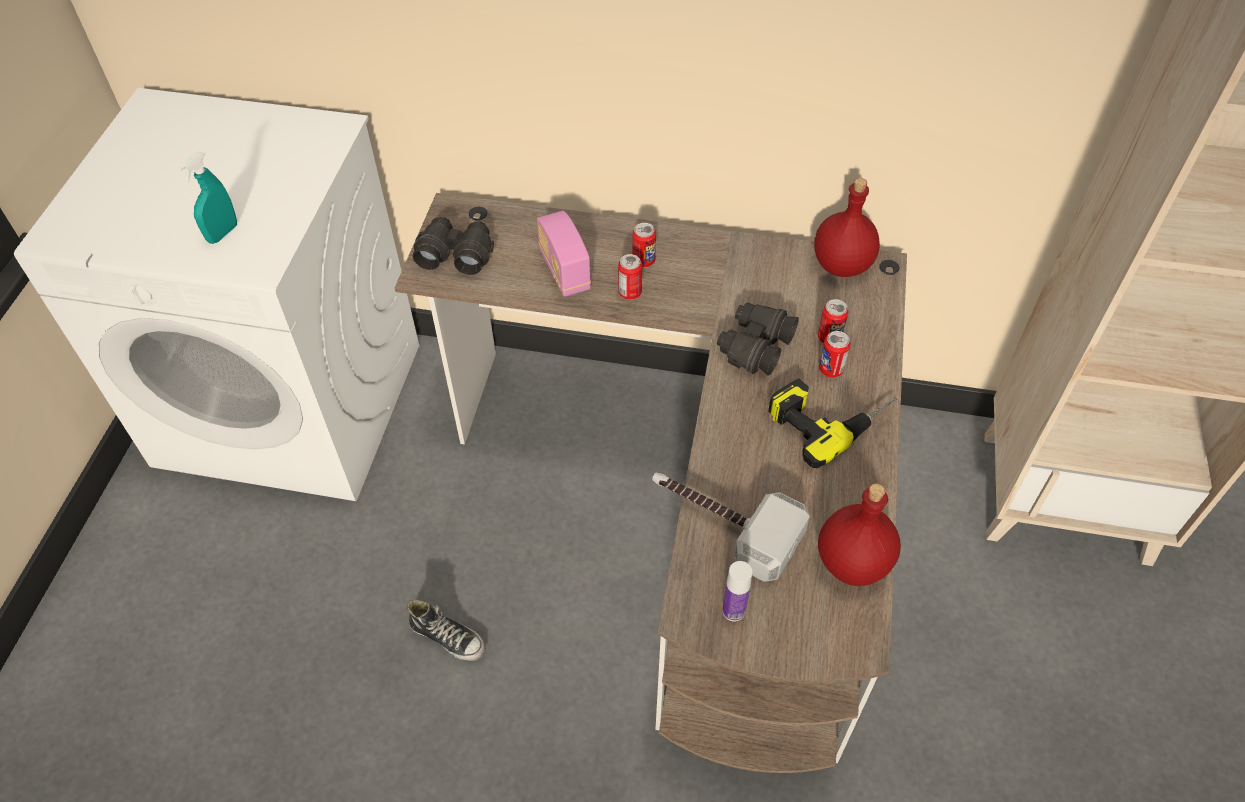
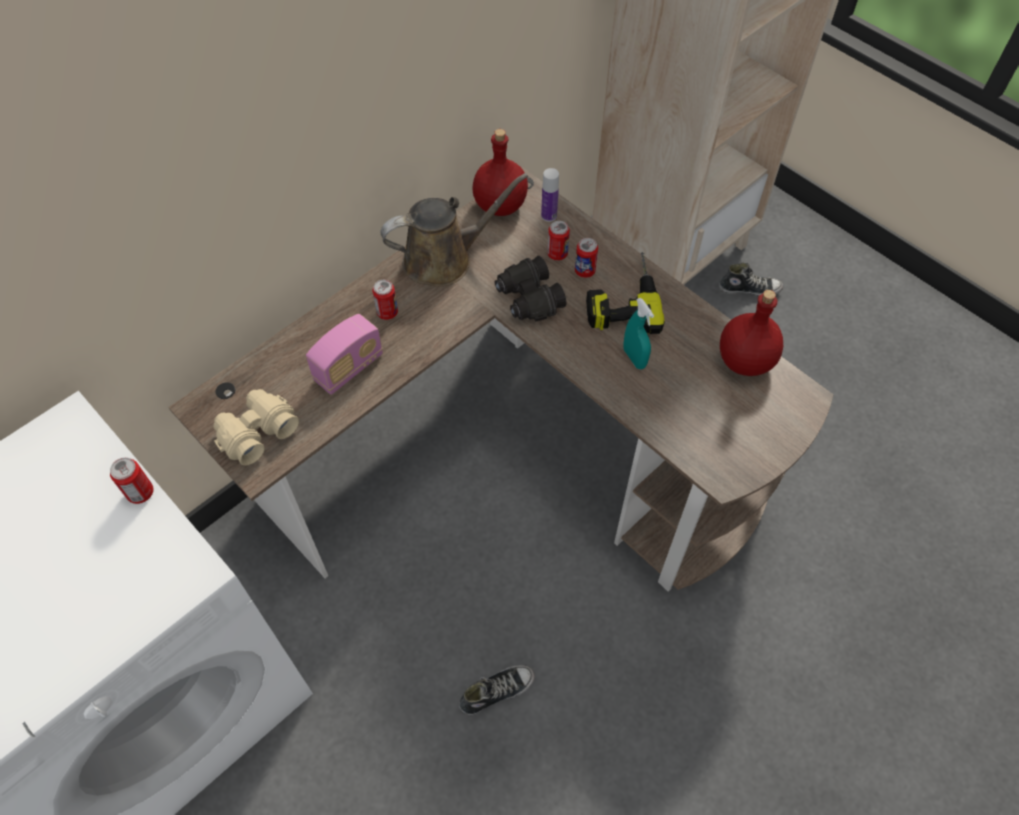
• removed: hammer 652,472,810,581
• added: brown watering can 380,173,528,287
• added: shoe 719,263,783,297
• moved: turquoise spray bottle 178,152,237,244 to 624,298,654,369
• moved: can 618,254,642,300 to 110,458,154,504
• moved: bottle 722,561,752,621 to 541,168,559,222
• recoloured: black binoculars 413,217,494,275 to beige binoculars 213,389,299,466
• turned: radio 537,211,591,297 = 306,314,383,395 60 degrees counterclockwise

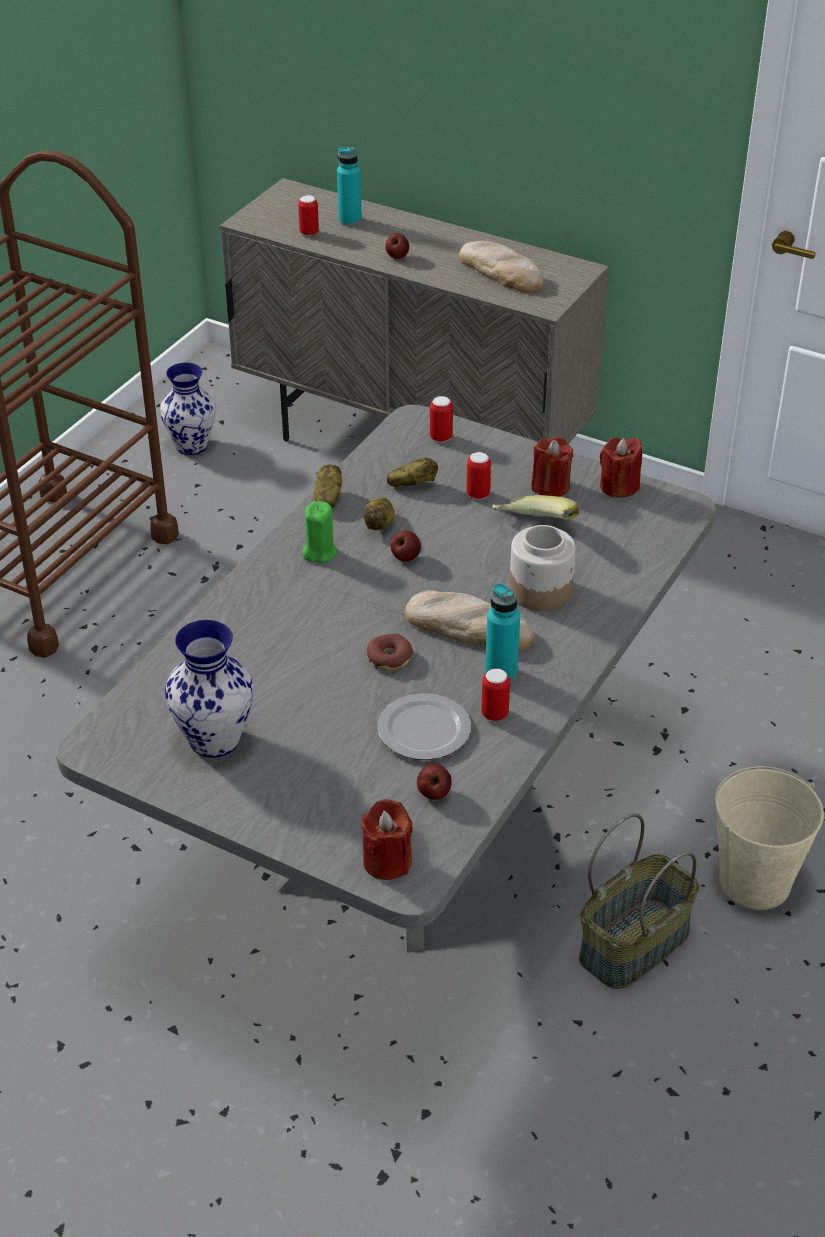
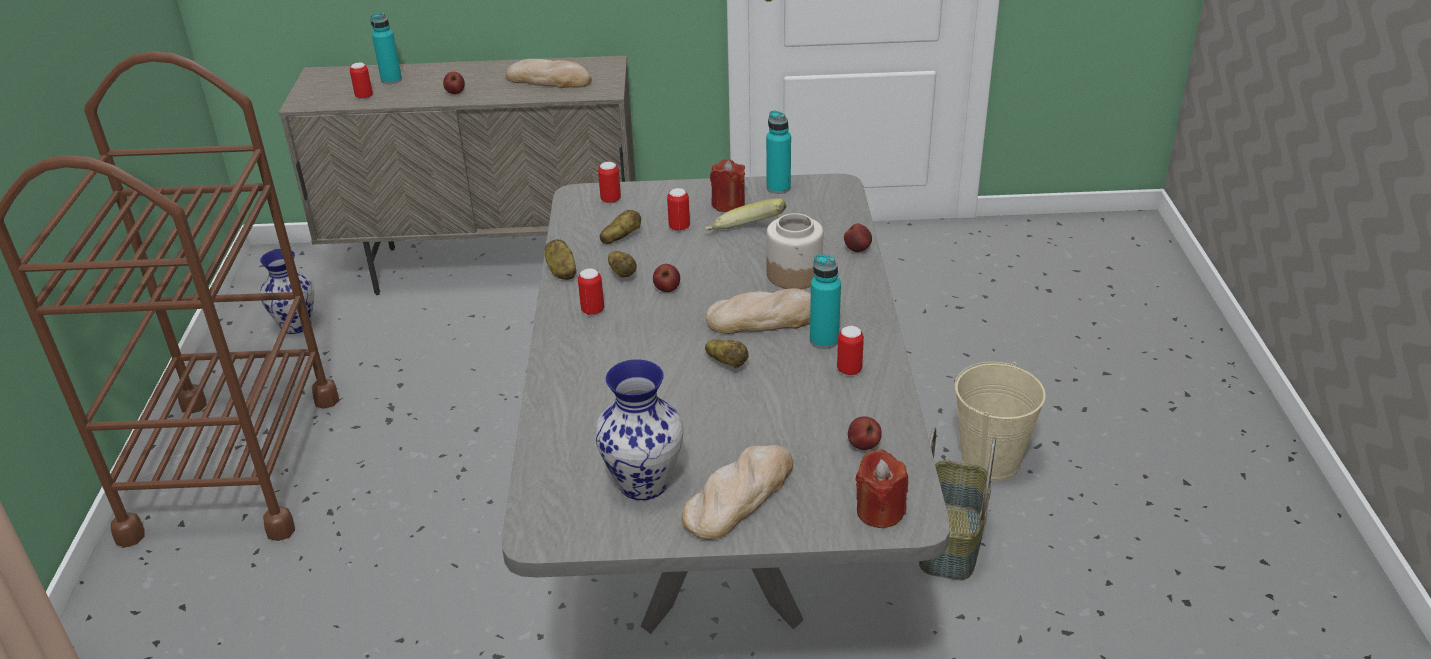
• removed: plate 377,693,471,760
• added: bread 682,445,793,540
• added: apple 844,223,872,252
• replaced: green candle 302,501,337,563 to can 578,269,604,315
• replaced: donut 367,634,413,670 to potato 705,340,749,368
• replaced: red candle 600,437,642,498 to turquoise bottle 766,110,791,194

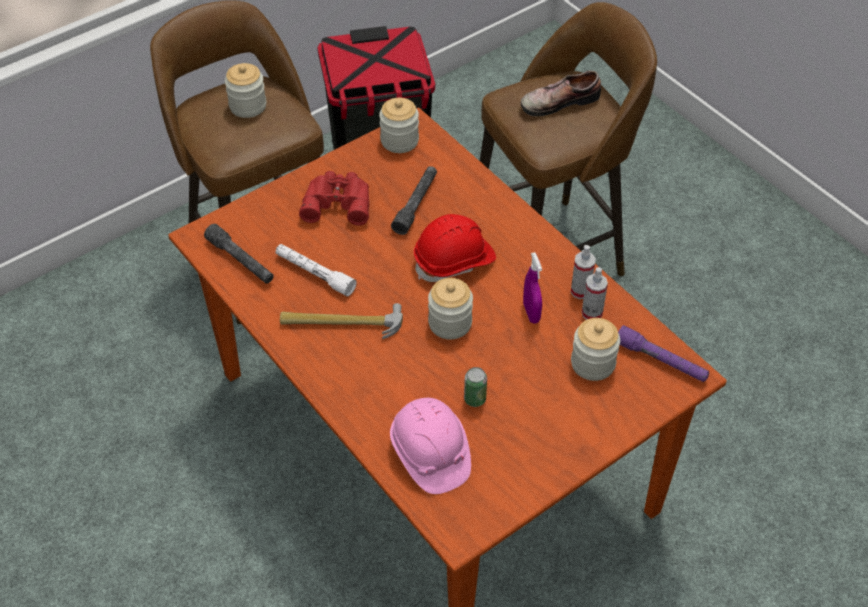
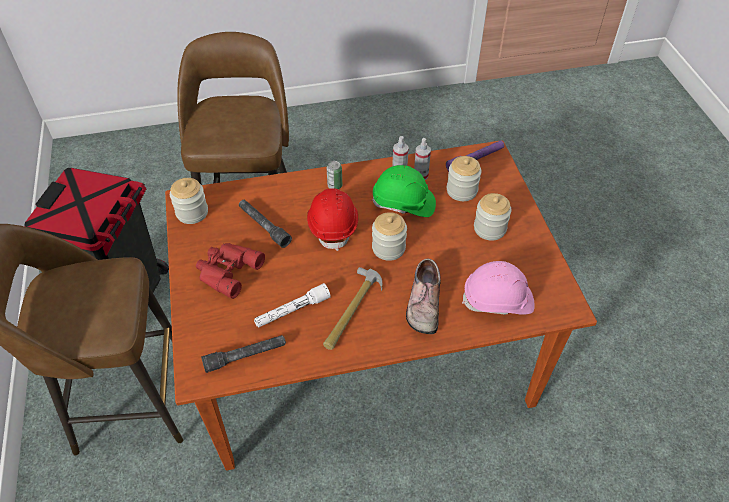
• moved: jar 225,63,266,118 to 474,193,511,240
• moved: can 464,367,487,407 to 327,161,342,189
• moved: shoe 521,71,601,116 to 406,259,441,334
• replaced: purple spray bottle 523,252,542,324 to green hard hat 372,165,436,217

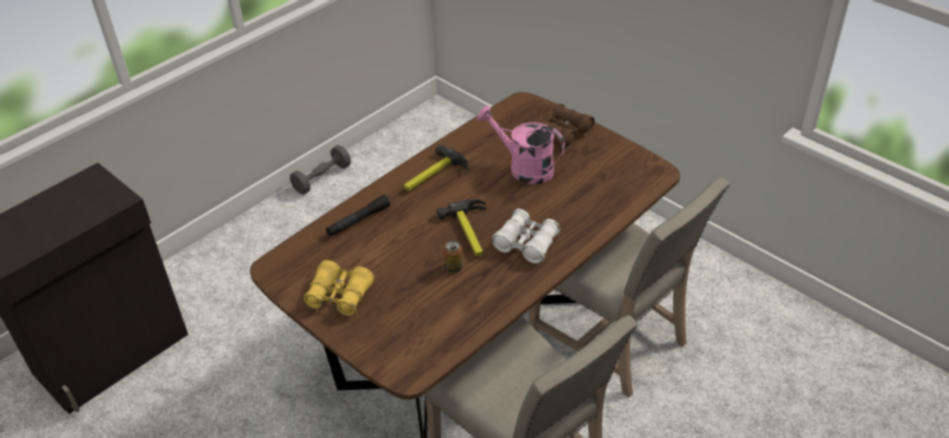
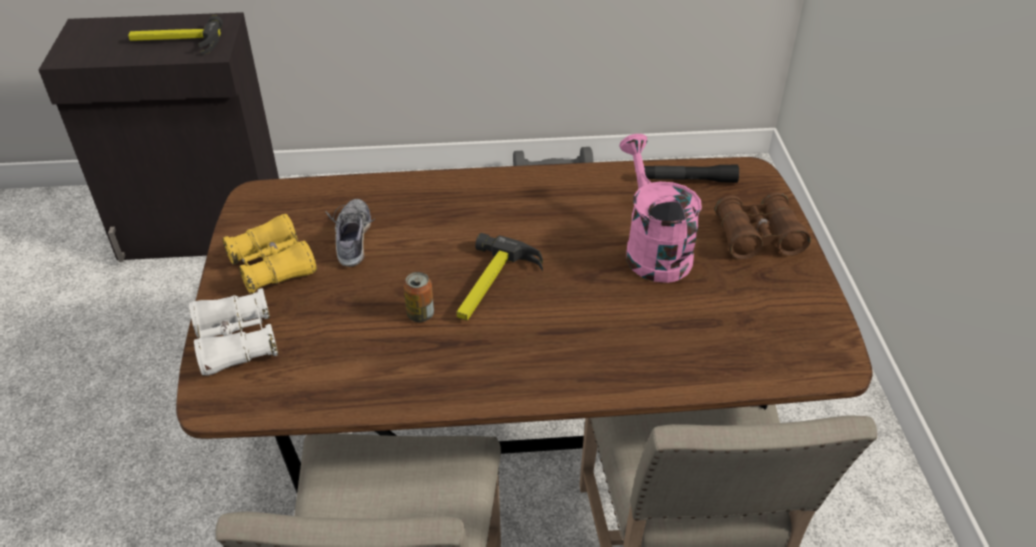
• added: shoe 325,199,375,267
• moved: black flashlight 326,195,390,237 to 644,165,739,183
• moved: hammer 404,144,469,191 to 128,15,223,55
• moved: white binoculars 492,209,561,263 to 189,288,278,376

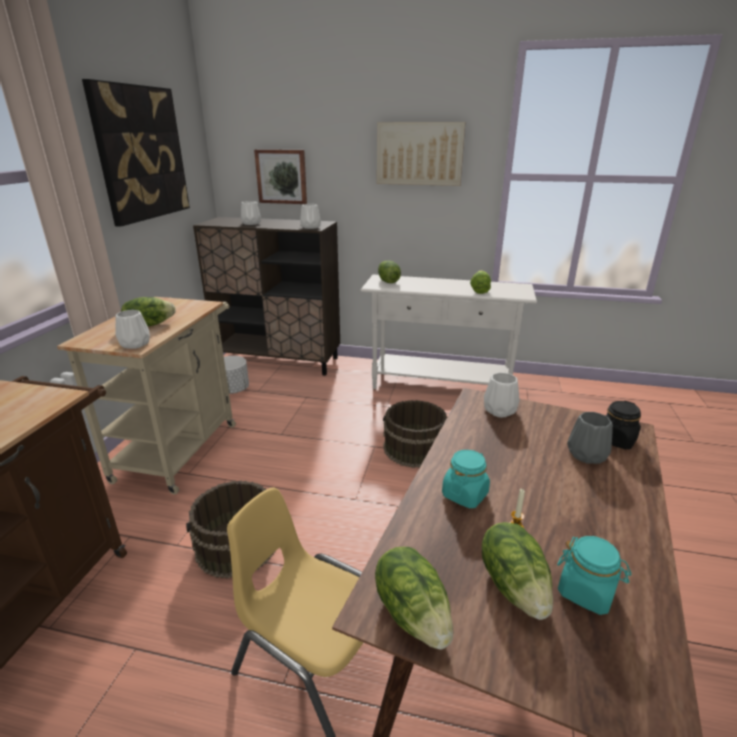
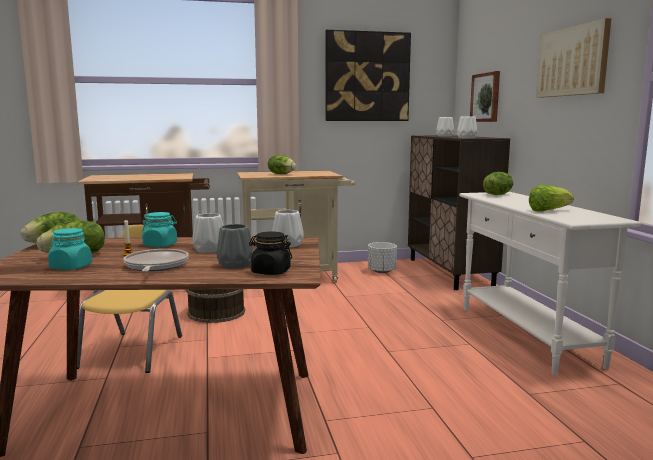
• removed: brown bucket 383,400,447,468
• added: frying pan 123,249,189,272
• moved: white vase 115,310,150,349 to 192,213,224,253

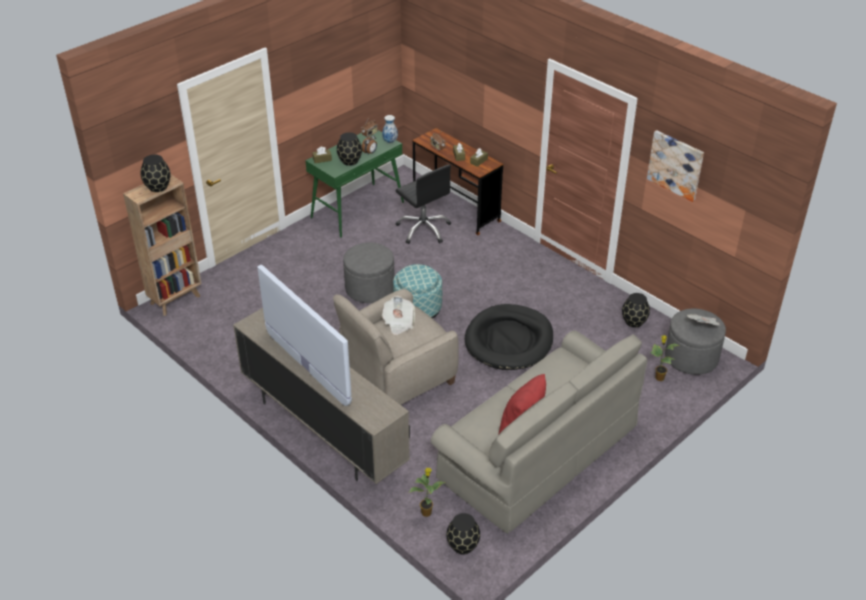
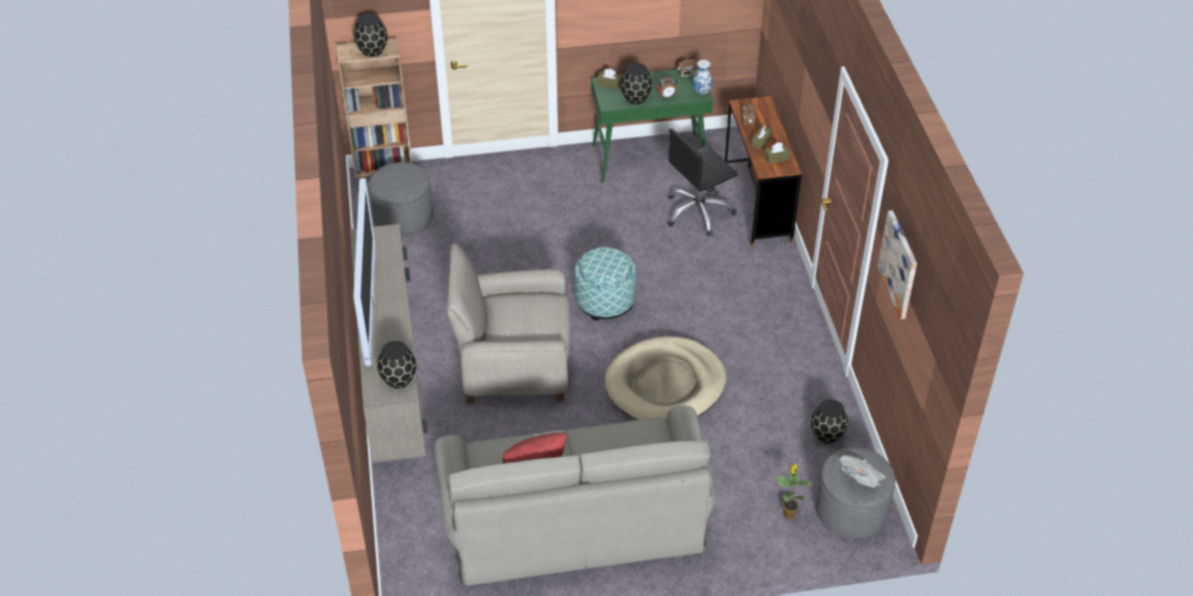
• removed: newspaper 382,296,415,335
• removed: potted plant 409,468,445,517
• moved: grey ottoman 343,243,395,303 to 369,162,433,236
• moved: black vase 446,513,480,555 to 377,341,416,389
• recoloured: black dog bed 465,304,553,370 to beige dog bed 605,336,727,420
• turned: black office chair 395,164,451,244 = 667,128,738,236 60 degrees clockwise

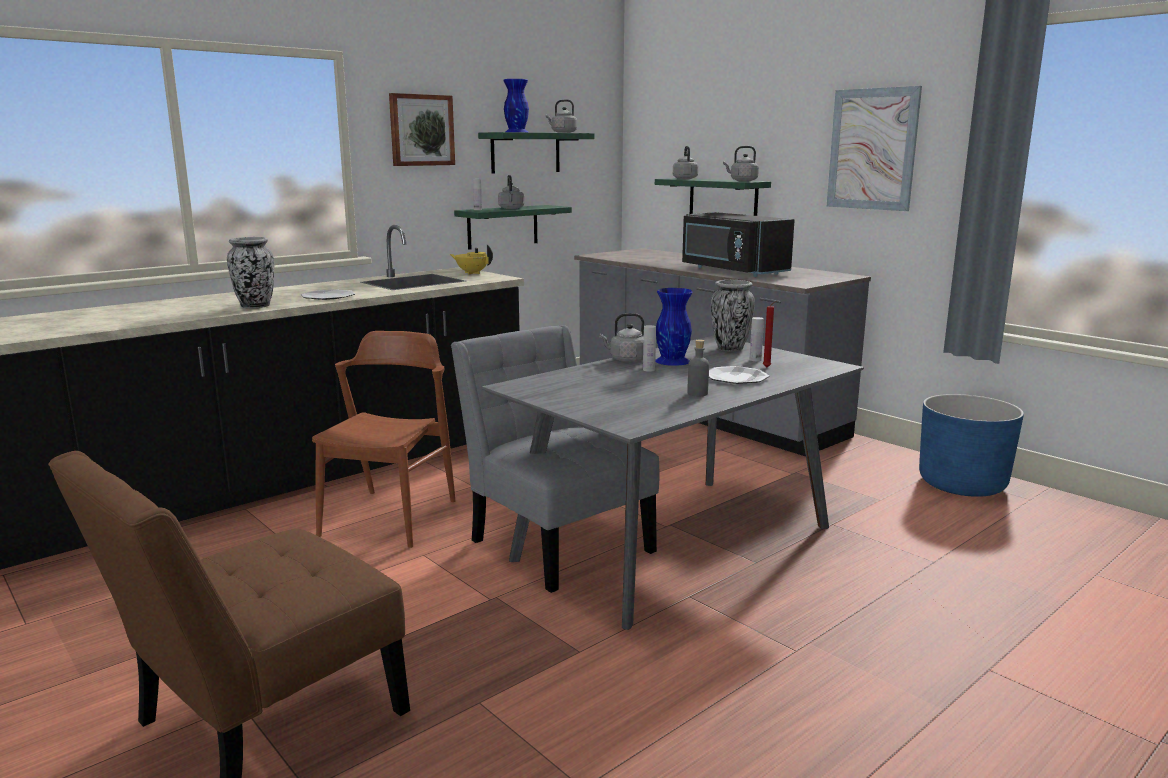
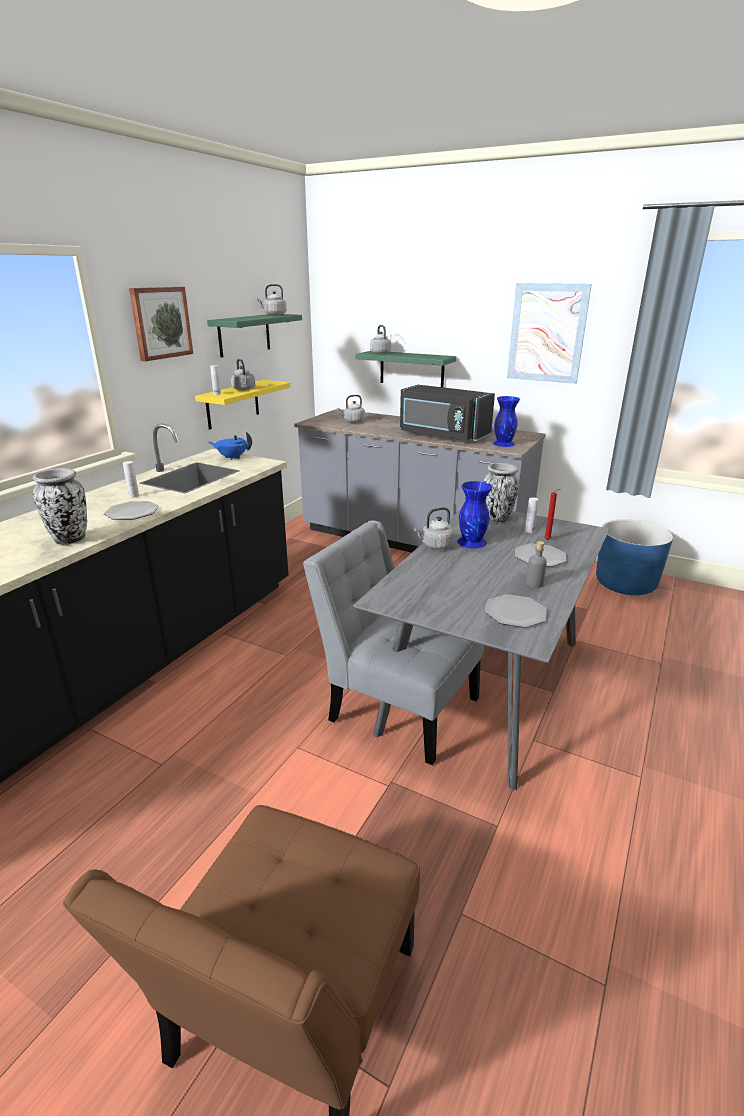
• removed: brown chair 312,331,455,548
• added: plate 485,594,547,628
• moved: blue vase 503,79,529,132 to 493,396,520,447
• moved: white bottle 643,325,656,372 to 123,461,139,498
• moved: grey kettle 723,146,759,181 to 338,395,365,423
• recoloured: yellow teapot 450,244,493,274 to blue teapot 209,432,252,460
• recoloured: green shelf 454,205,572,250 to yellow shelf 195,380,290,429

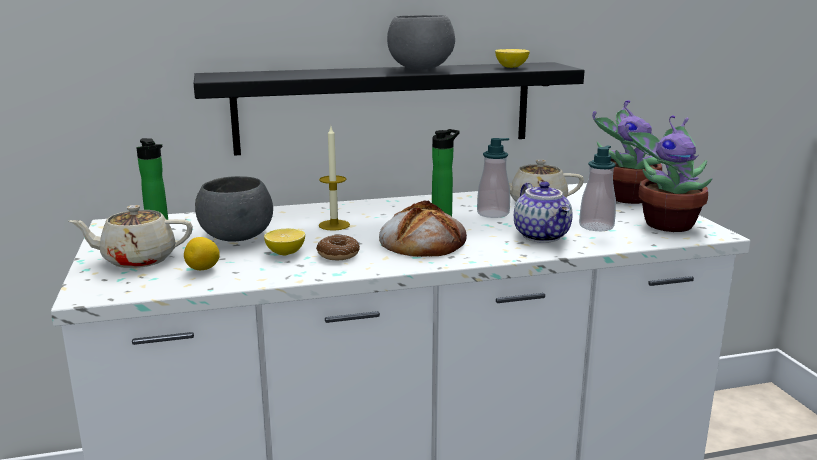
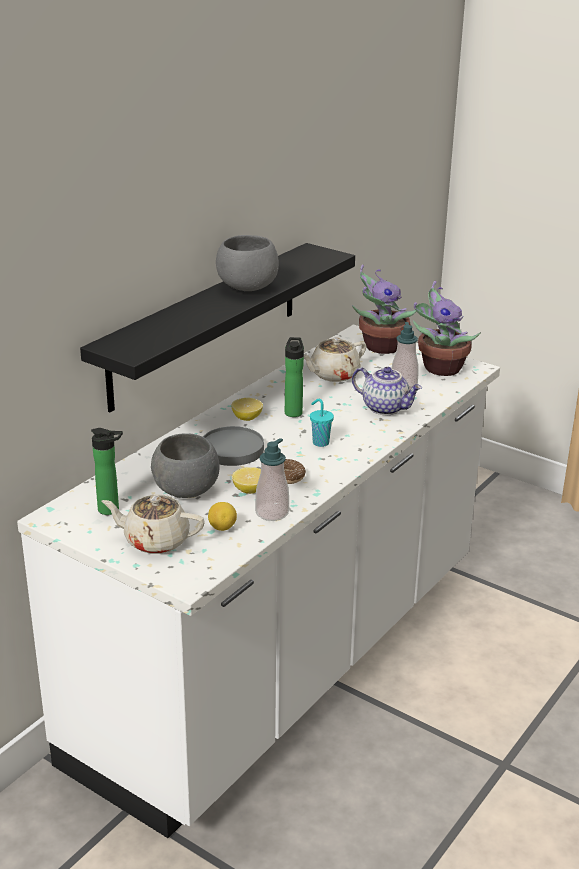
• moved: soap dispenser 477,138,510,218 to 255,438,289,521
• moved: lemon 495,49,530,68 to 231,398,263,421
• replaced: candle 319,127,350,231 to grey plate 203,426,264,466
• replaced: bread 379,200,467,257 to turquoise cup 310,399,334,447
• turned: beige teapot 69,205,193,268 = 102,495,205,554 60 degrees clockwise

